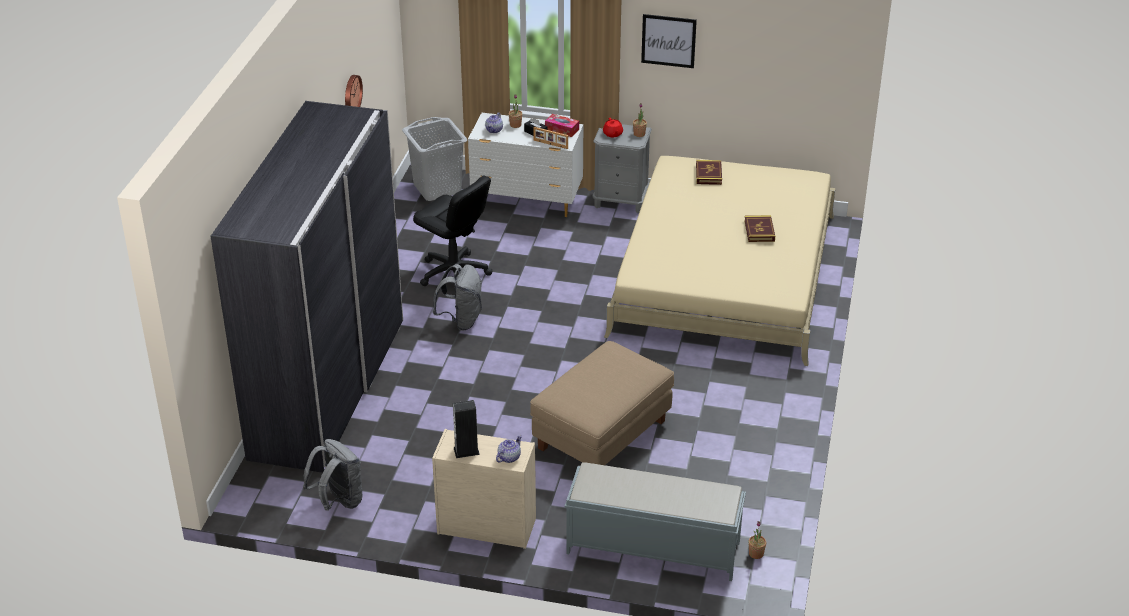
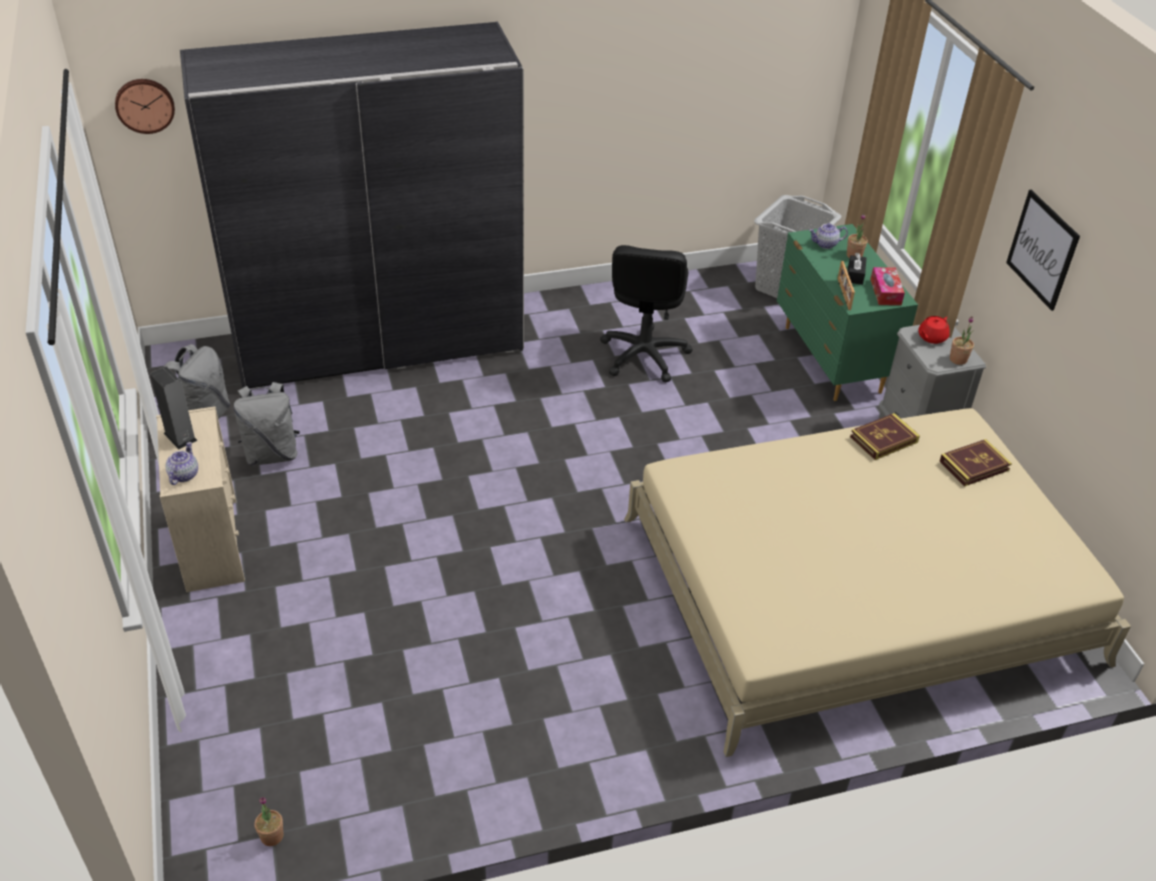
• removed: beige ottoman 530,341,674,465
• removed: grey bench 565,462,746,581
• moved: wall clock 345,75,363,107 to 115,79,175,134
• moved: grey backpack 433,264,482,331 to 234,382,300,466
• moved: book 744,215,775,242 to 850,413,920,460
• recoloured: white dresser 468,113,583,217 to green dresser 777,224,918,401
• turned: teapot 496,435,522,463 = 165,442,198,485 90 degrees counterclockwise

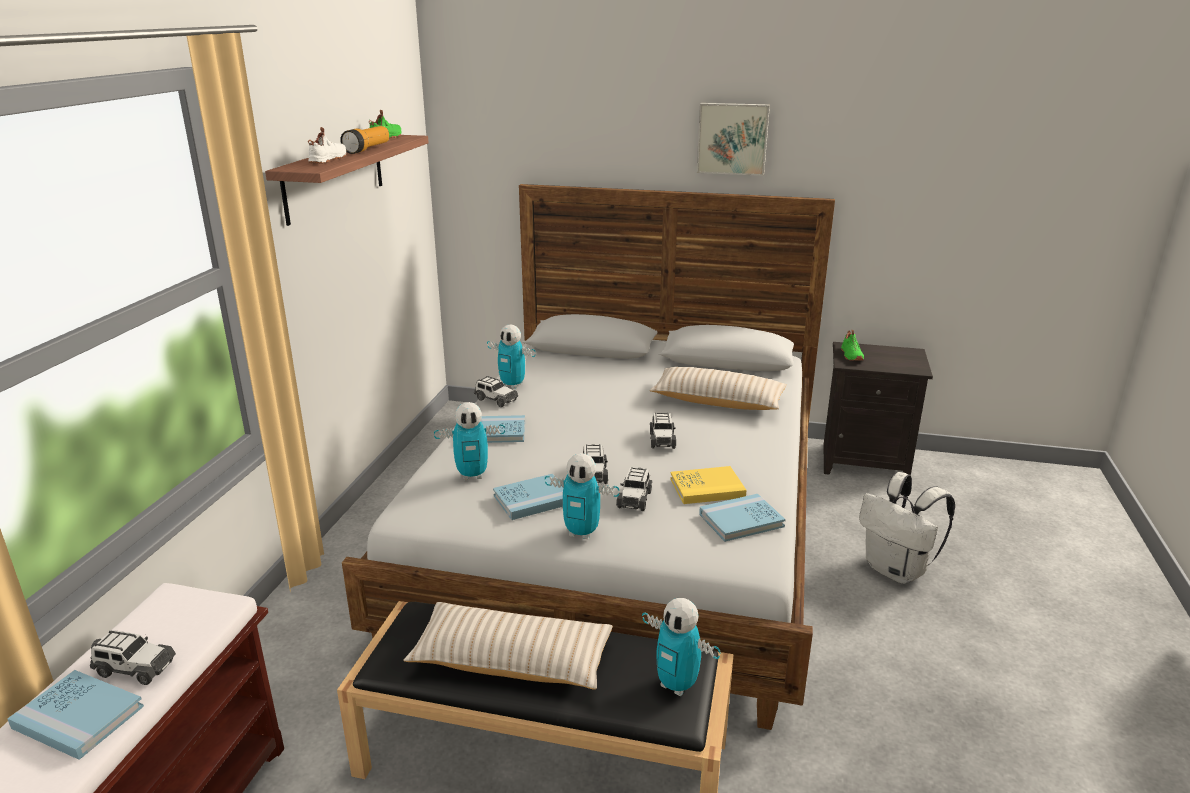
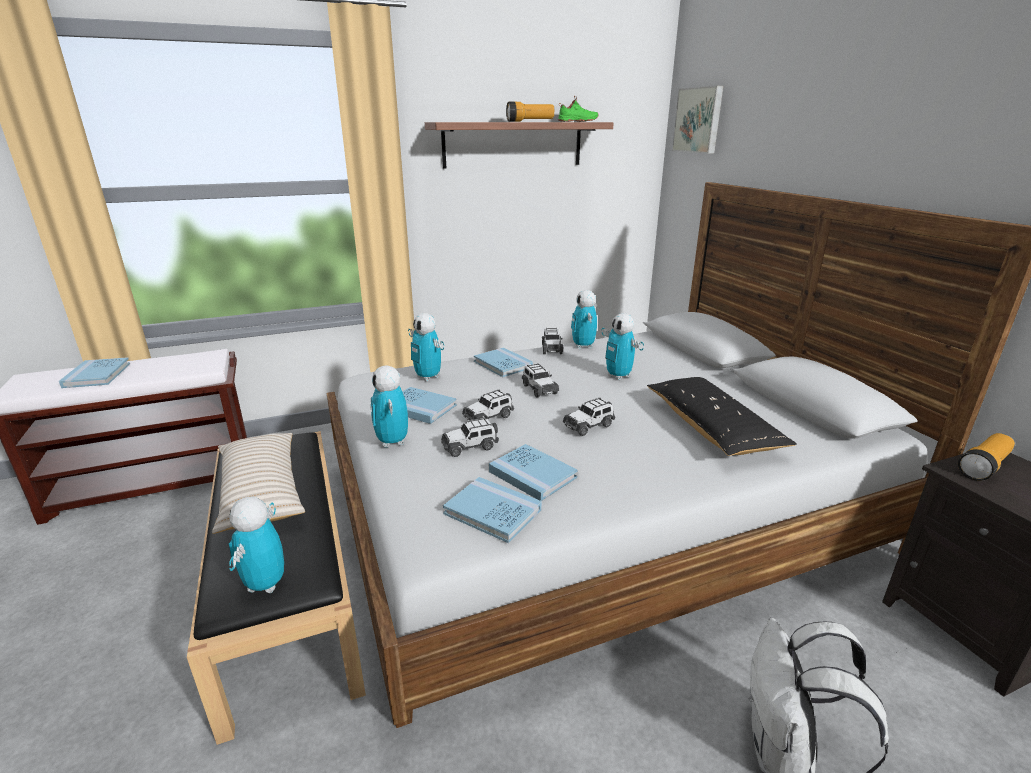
• removed: white shoe 308,127,346,163
• added: toy robot 601,313,644,380
• moved: toy car 90,630,176,685 to 522,363,559,398
• moved: picture 697,103,770,176 to 672,86,723,154
• replaced: green shoe 841,330,864,361 to flashlight 958,433,1015,481
• recoloured: beige pillow 650,367,787,410 to black pillow 647,377,797,456
• recoloured: yellow book 670,466,746,504 to blue book 489,444,577,501

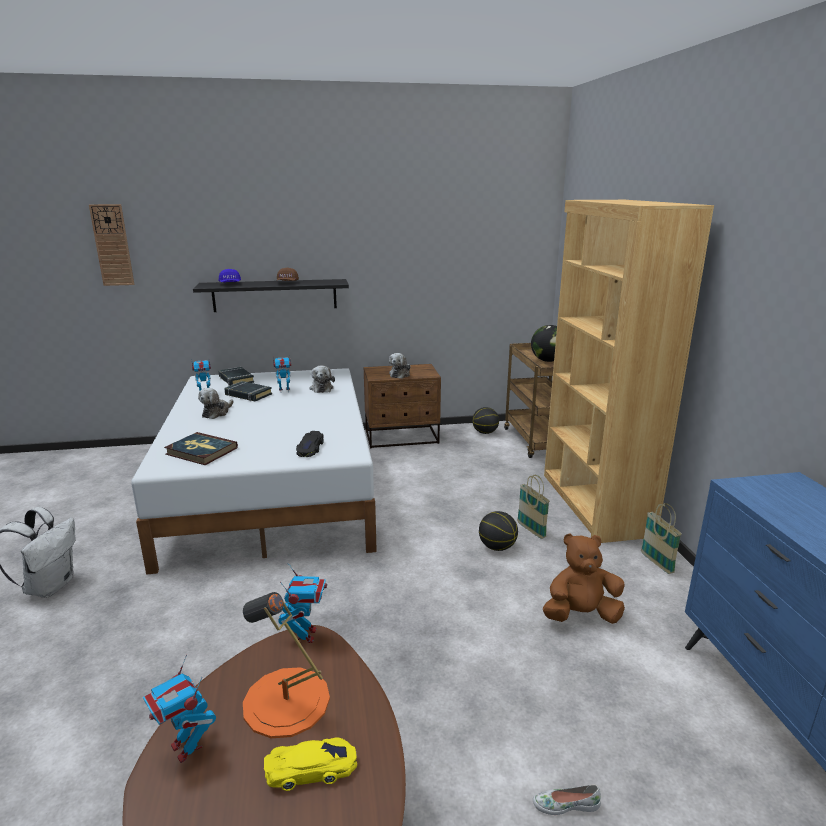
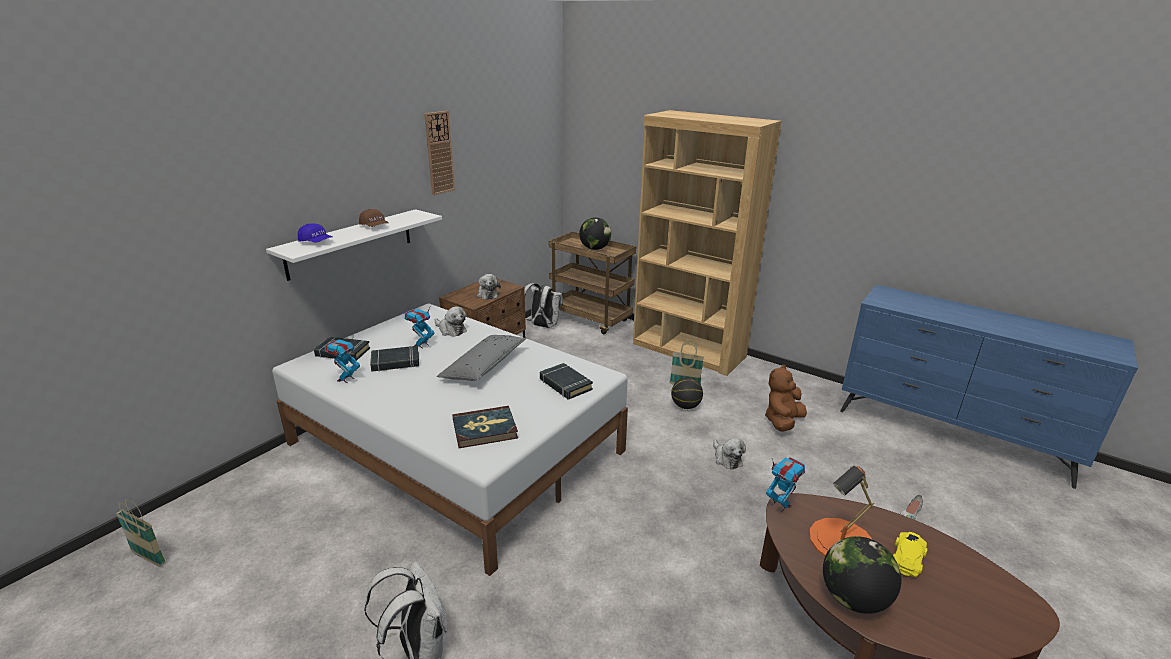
• added: grey pillow 437,335,527,381
• moved: wall clock 89,204,134,286 to 424,111,455,195
• moved: plush toy 198,388,233,419 to 713,438,746,470
• moved: basket 641,503,682,574 to 116,499,166,567
• replaced: toy robot 143,655,216,763 to globe 823,536,901,614
• replaced: black toy car 296,431,324,457 to black book 540,363,593,400
• replaced: basketball 472,407,499,434 to white backpack 524,283,563,328
• recoloured: black shelf 193,279,349,312 to white shelf 266,209,442,281

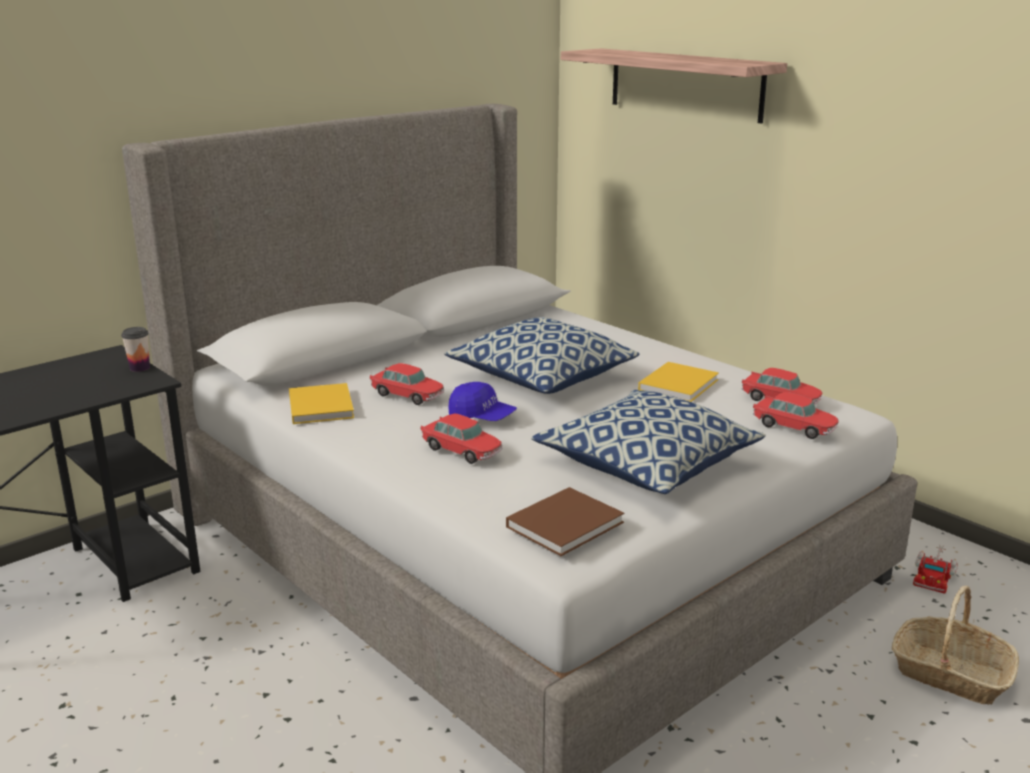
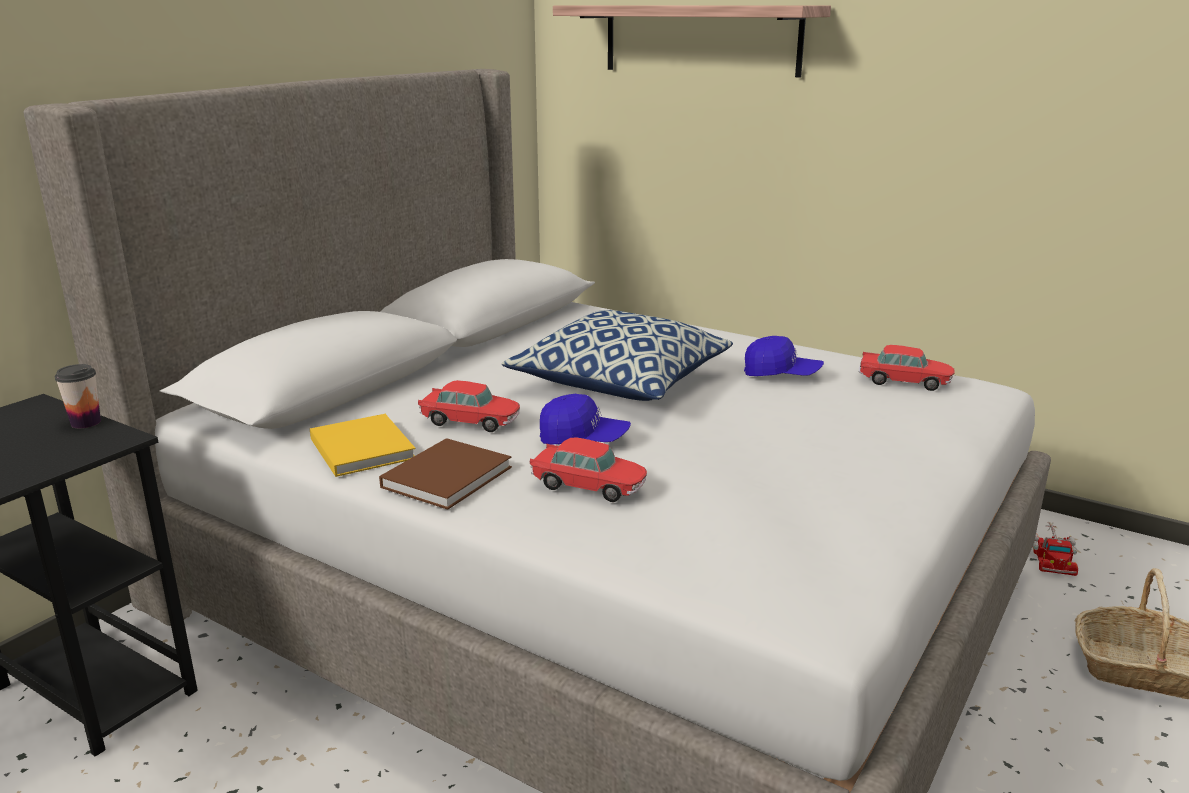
• removed: pillow 531,390,765,494
• removed: toy car 753,392,839,439
• moved: brown book 506,487,624,556 to 379,438,512,510
• replaced: yellow book 638,362,719,402 to blue cap 744,336,824,376

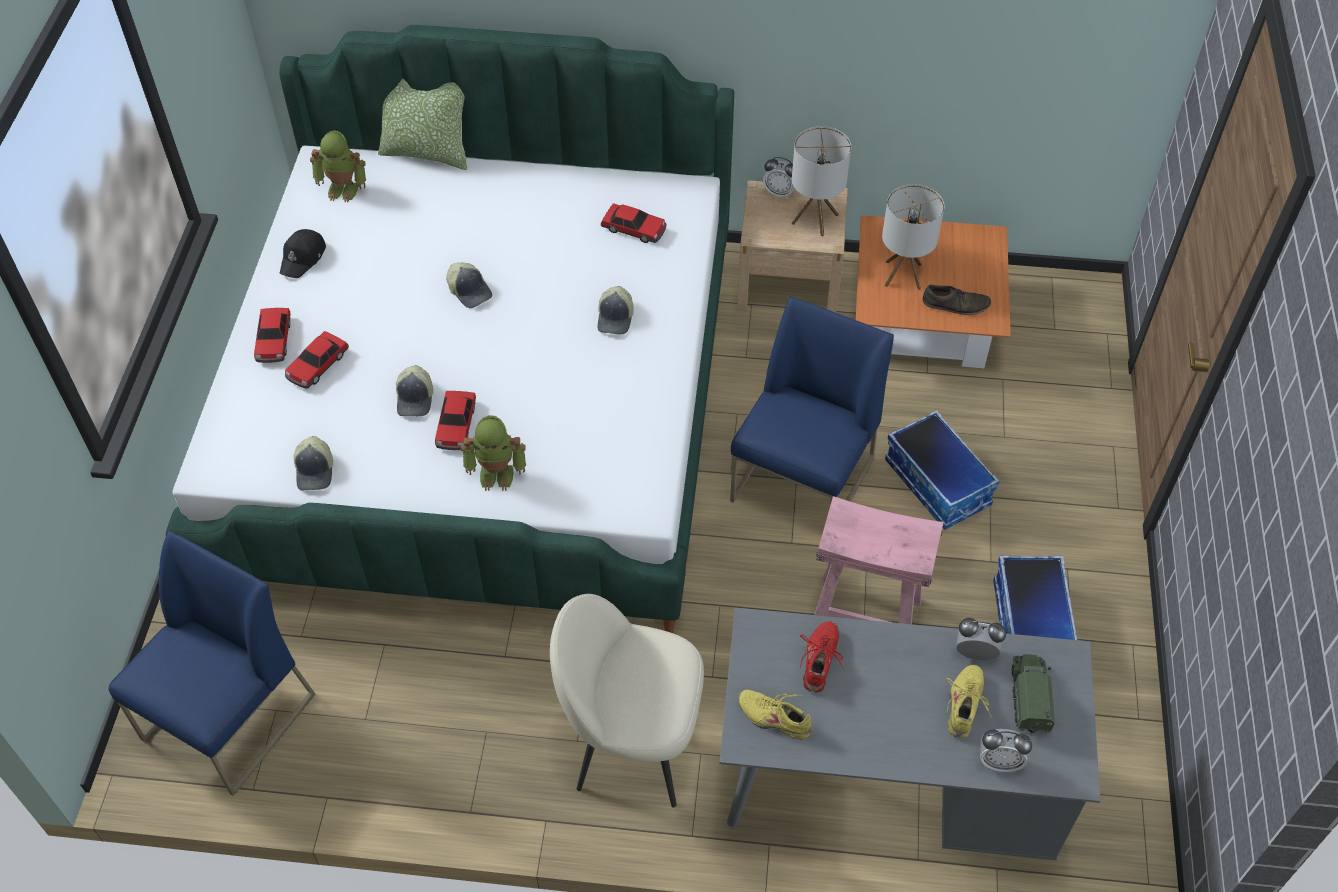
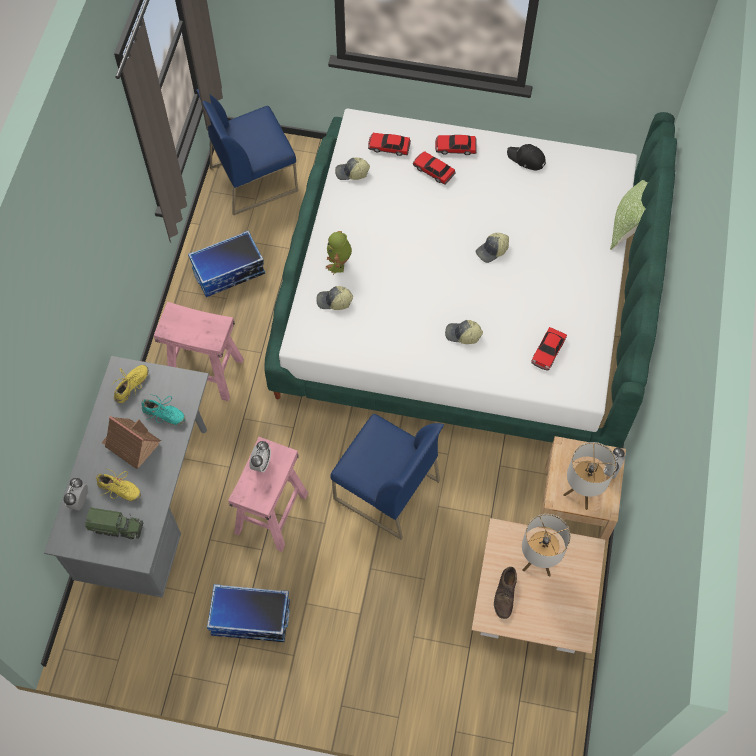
• removed: toy robot 310,130,366,202
• added: toy house 102,416,161,469
• moved: cap 396,365,433,416 to 316,286,353,310
• moved: toy car 435,391,476,450 to 368,133,411,156
• moved: storage box 885,410,1000,530 to 188,230,265,297
• moved: alarm clock 956,618,1006,660 to 250,441,271,472
• replaced: beige chair 550,594,704,808 to pink stool 154,302,244,401
• recoloured: red shoe 800,621,845,692 to turquoise shoe 142,394,185,425
• recoloured: orange coffee table 856,215,1011,368 to beige coffee table 472,518,605,654
• turned: blue chair 109,530,315,796 = 196,89,298,215 120 degrees clockwise

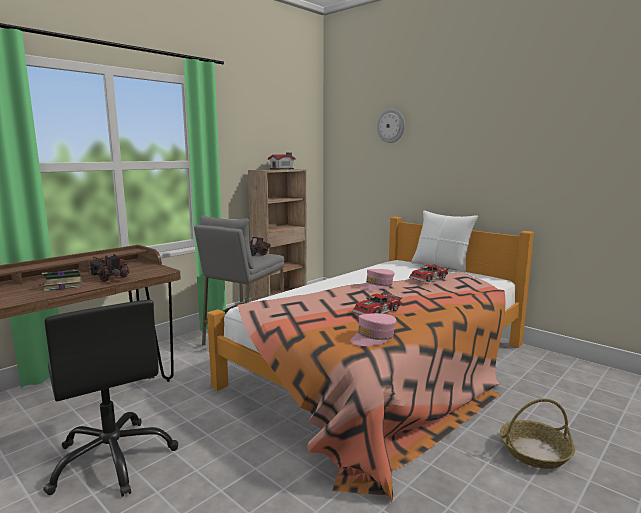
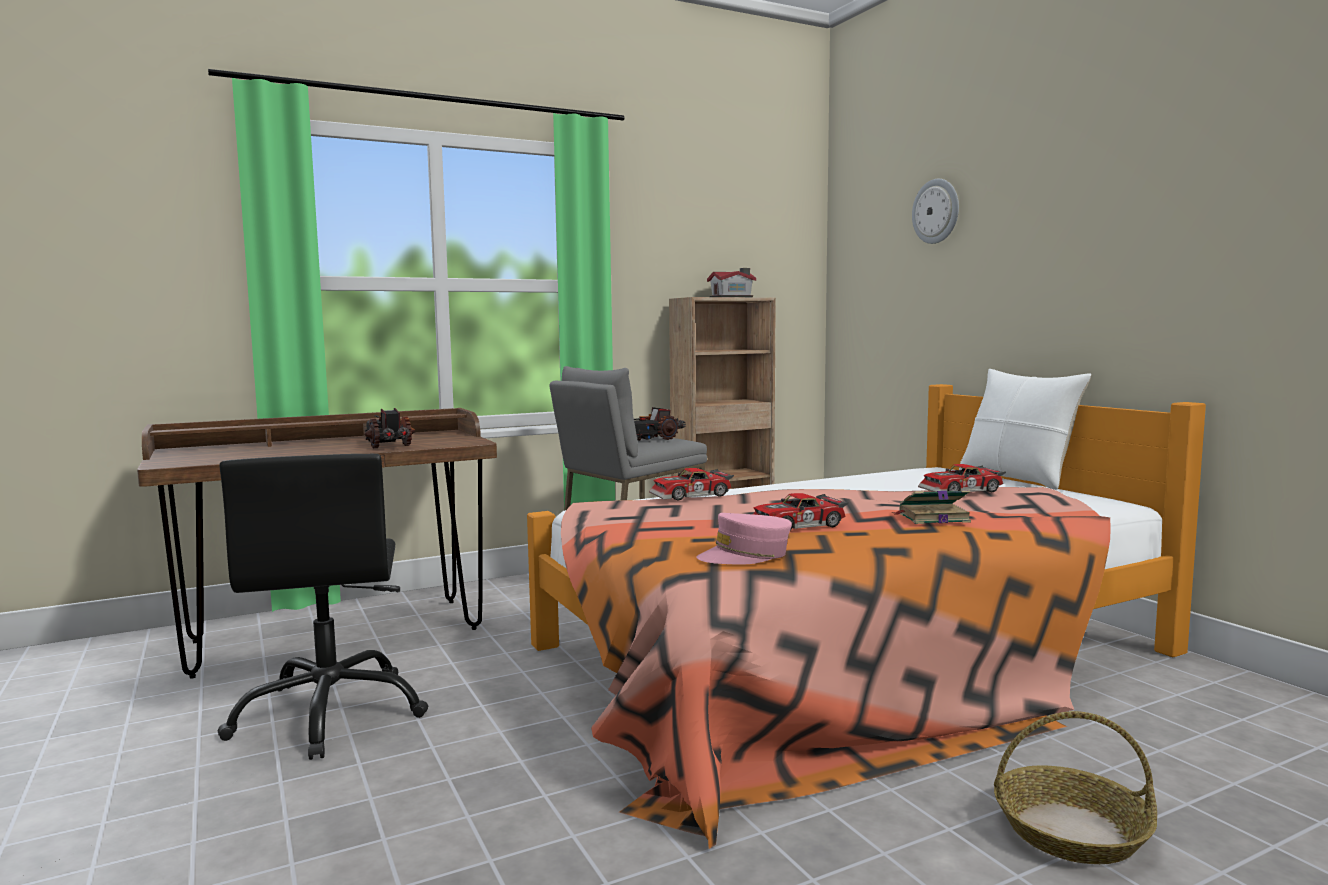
• removed: pink cap 361,269,395,290
• added: toy car 649,468,734,500
• moved: book 38,270,82,291 to 892,490,971,524

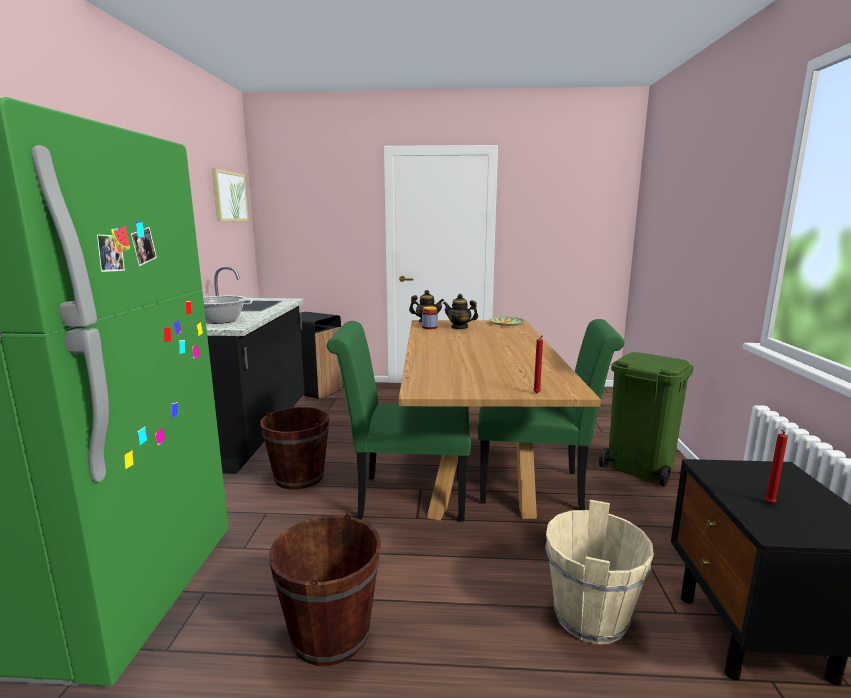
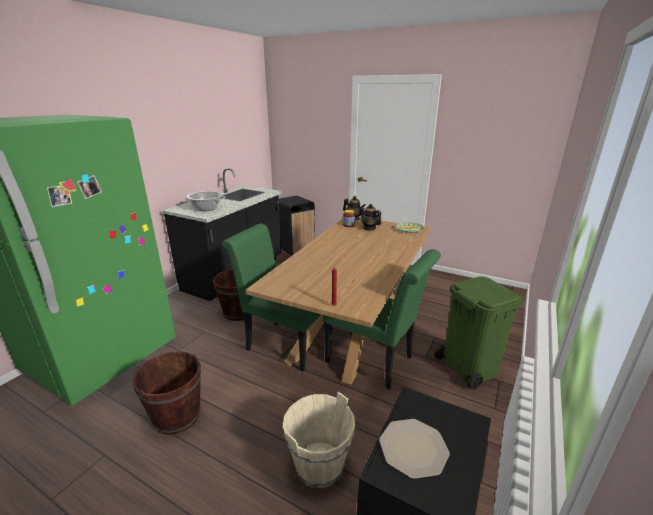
• removed: picture 212,169,249,222
• replaced: red candle 765,429,788,503 to plate 379,419,450,479

